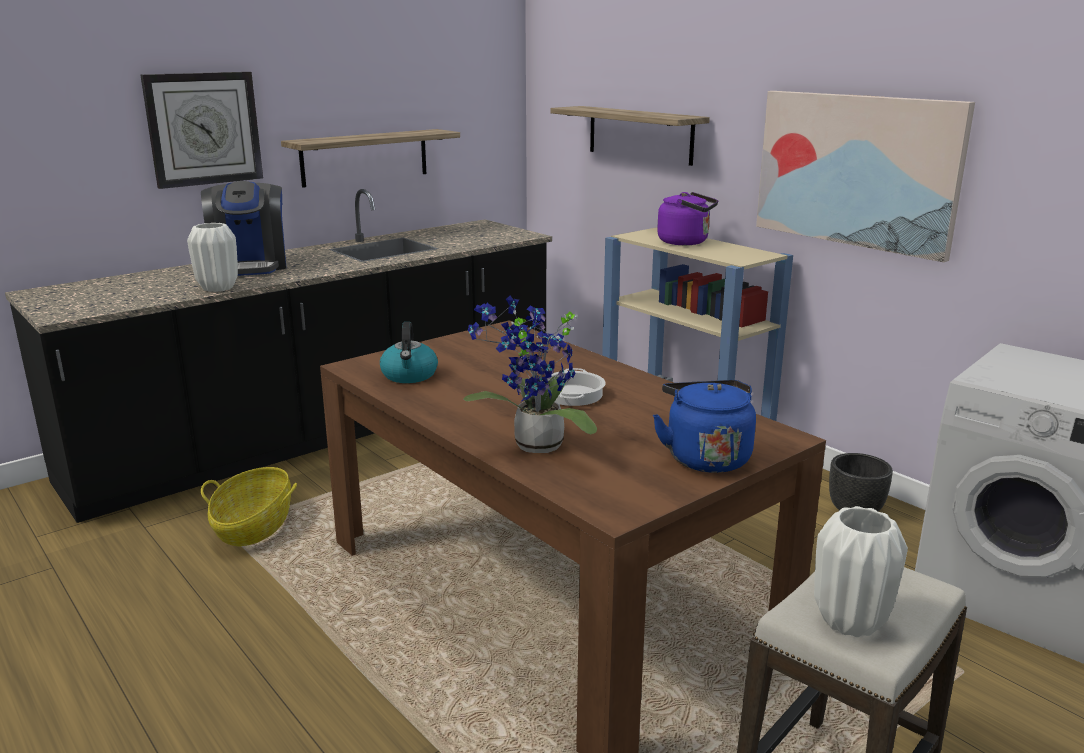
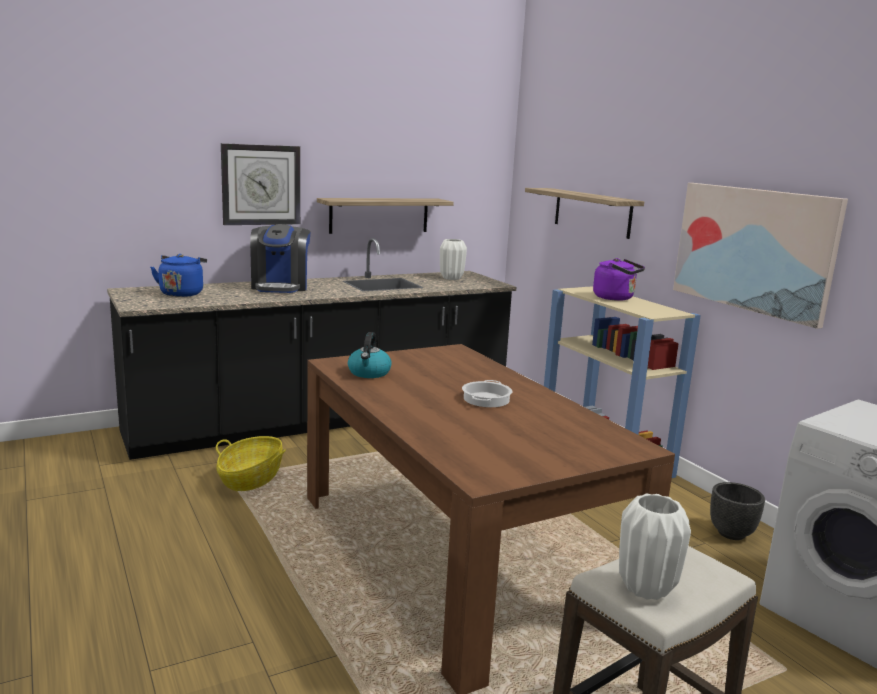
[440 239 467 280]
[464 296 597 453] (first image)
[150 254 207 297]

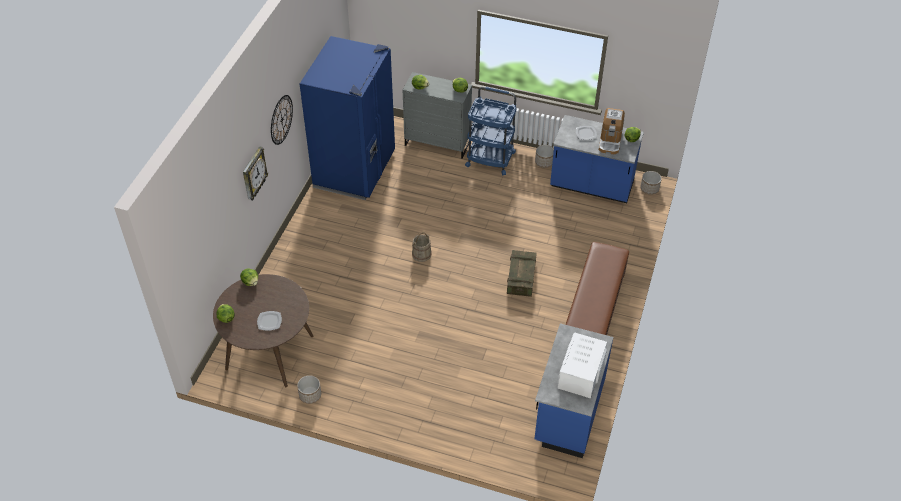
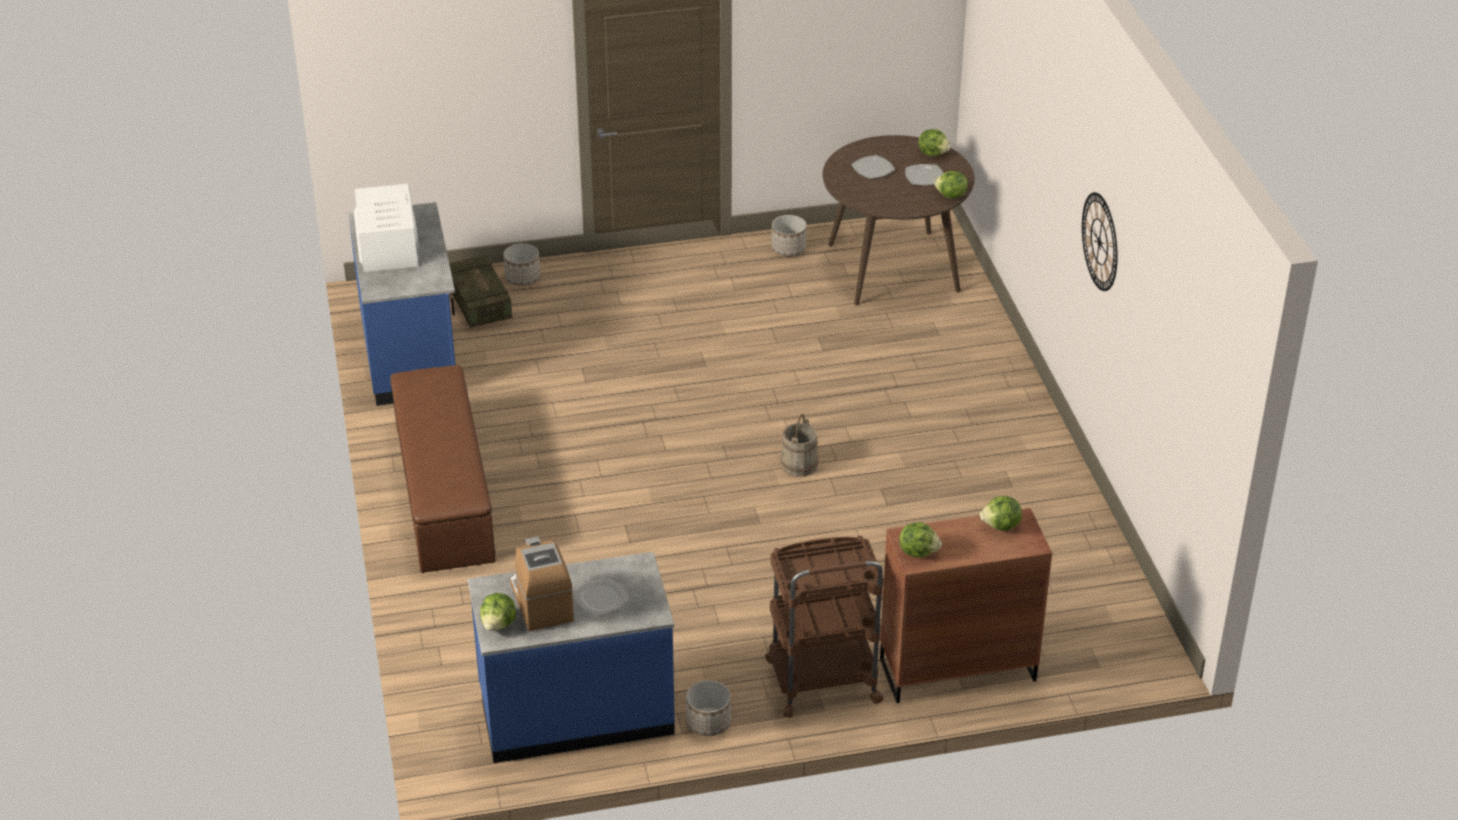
[243 146 268 200] (first image)
[300 36 395 200] (first image)
[880 508 1052 703]
[765 536 883 718]
[449 255 512 328]
[503 244 540 286]
[905 164 944 185]

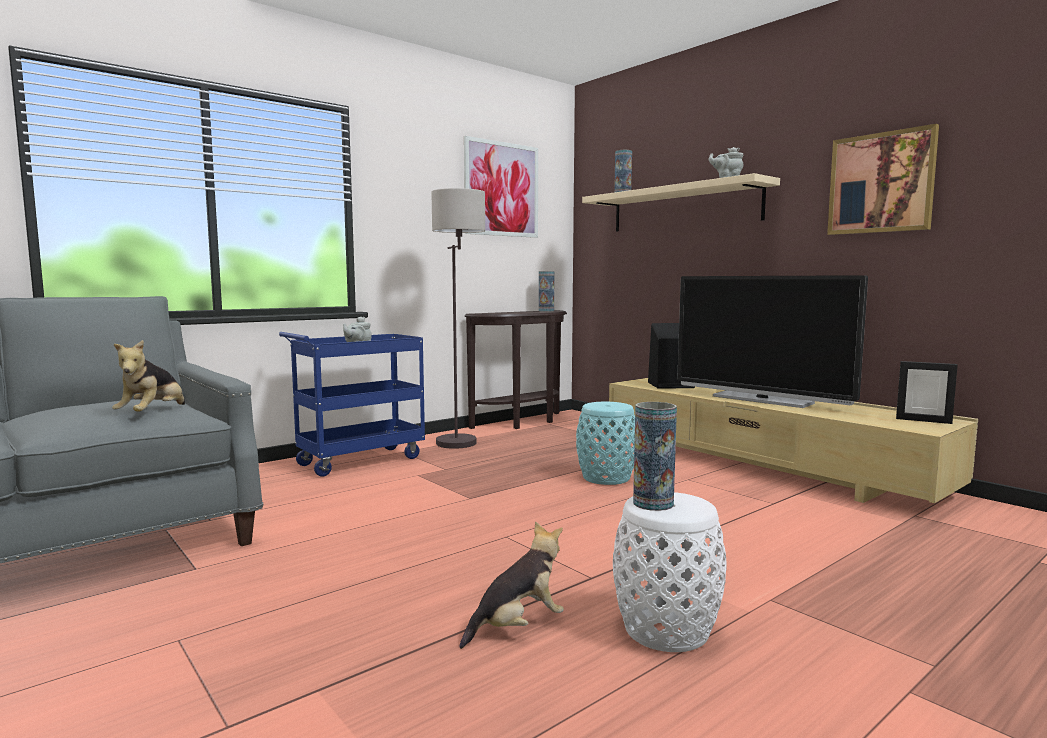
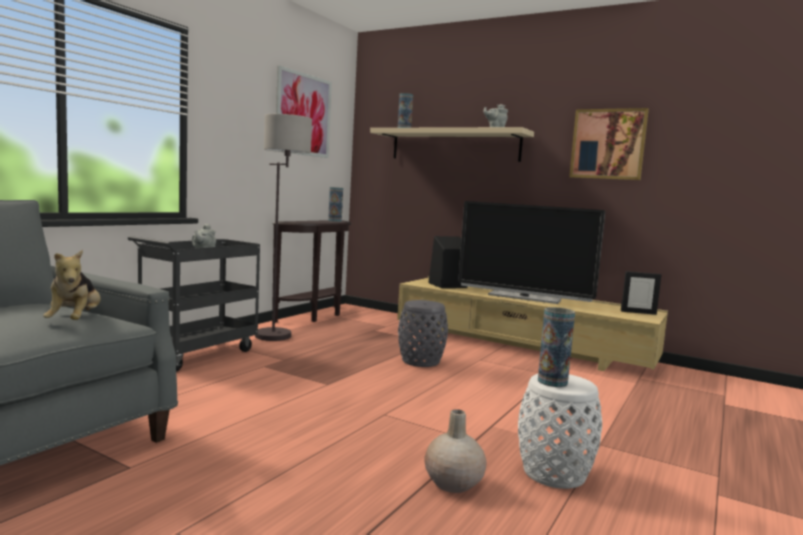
[128 236 260 372]
[424 409 487 493]
[398 300 448 367]

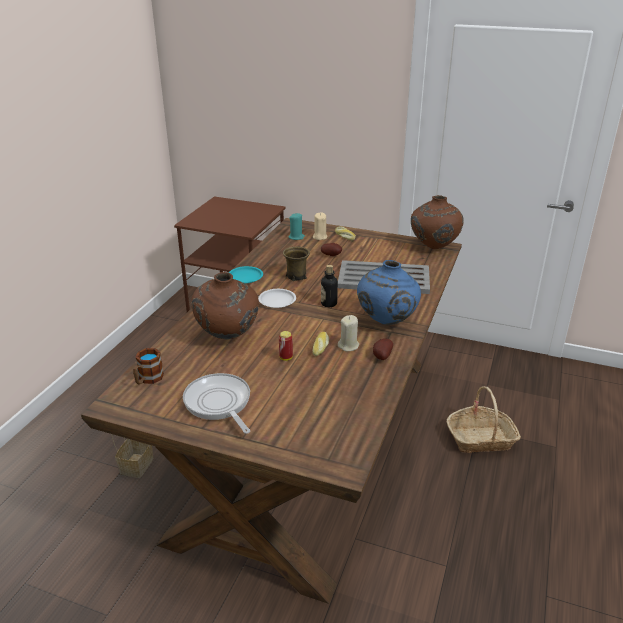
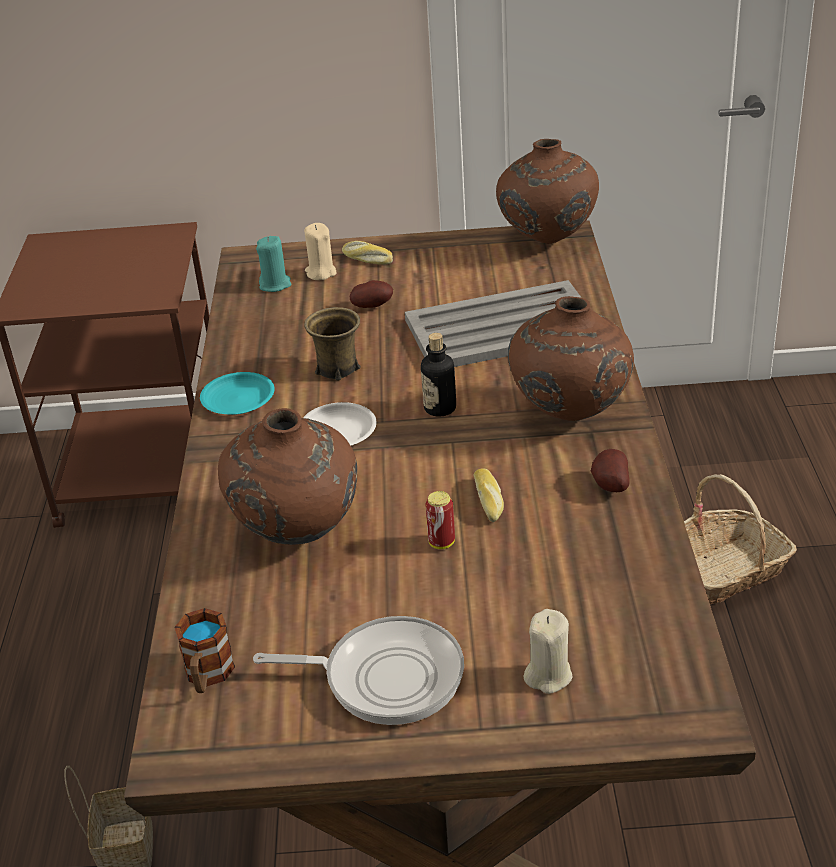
[253 616 464 725]
[523 609 573 694]
[508 296 634 421]

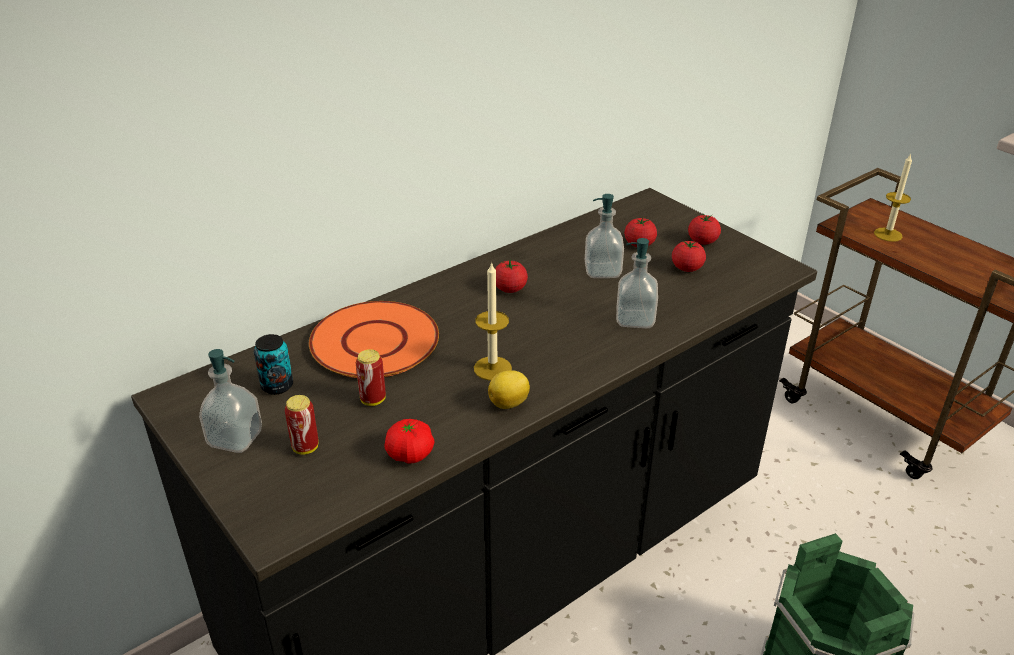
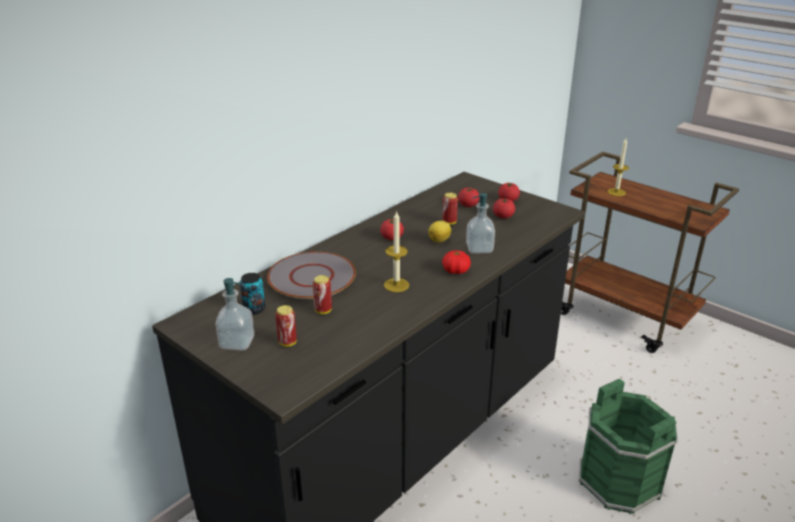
[267 252 356 299]
[442 250 471 274]
[428 221 451 243]
[443 193 458 225]

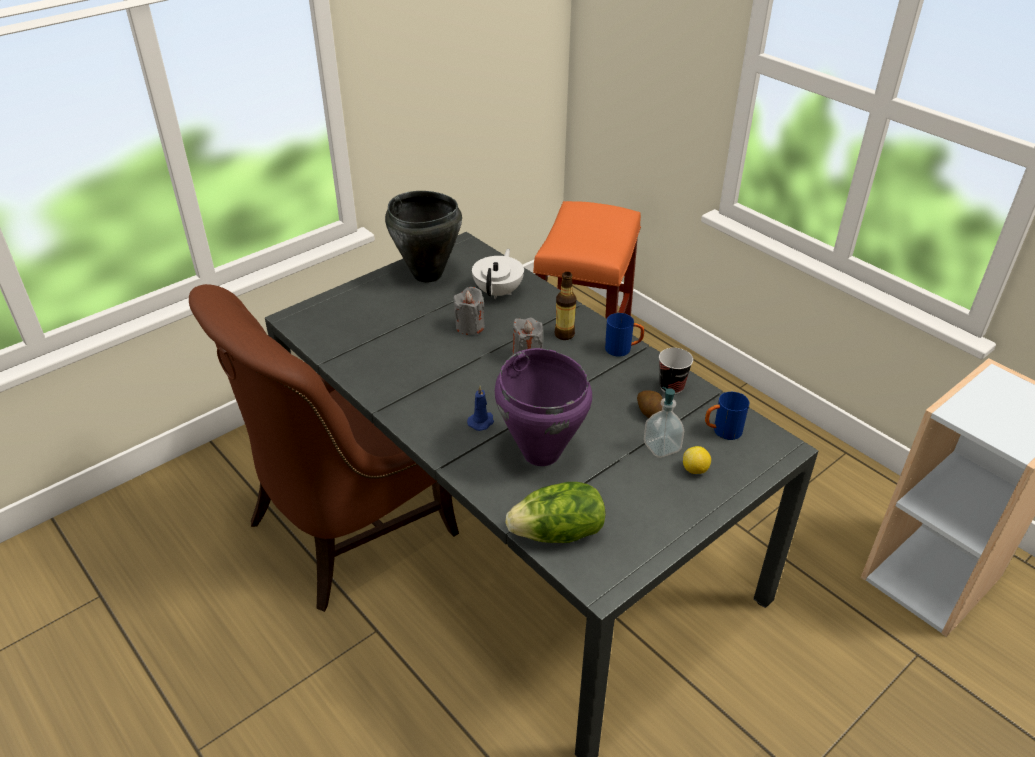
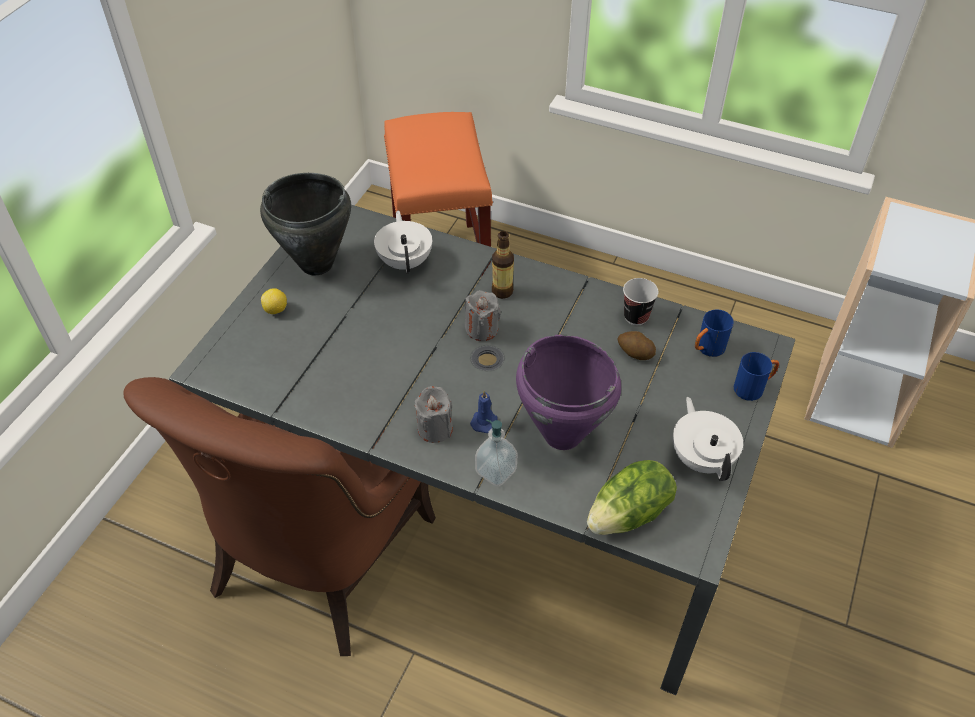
[414 386 453 443]
[734 352 779 401]
[475 419 518 486]
[261 288 287 314]
[673 397 743 481]

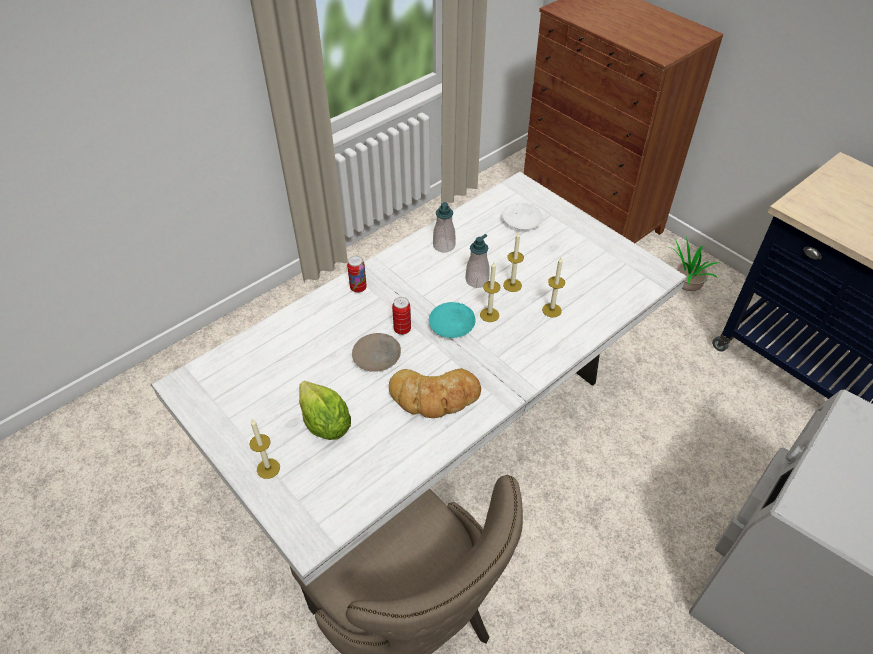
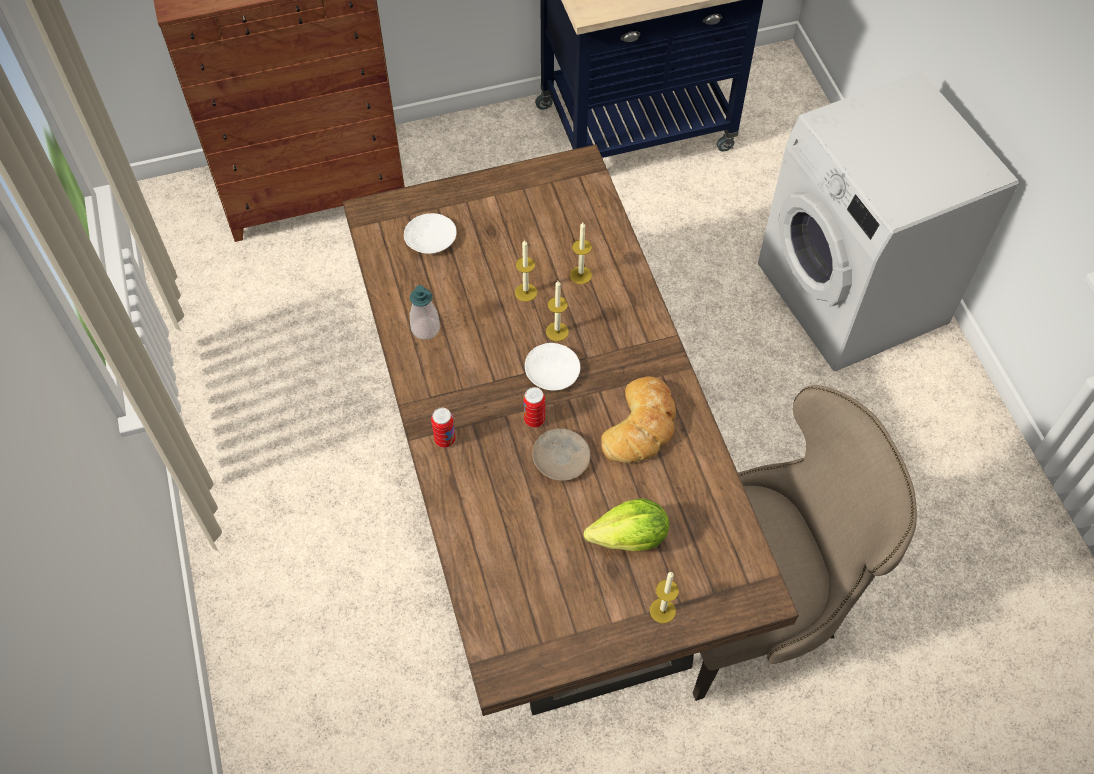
[342 144 799 716]
[525 343 580 391]
[465 234 490 288] (first image)
[669 236 719 291] (first image)

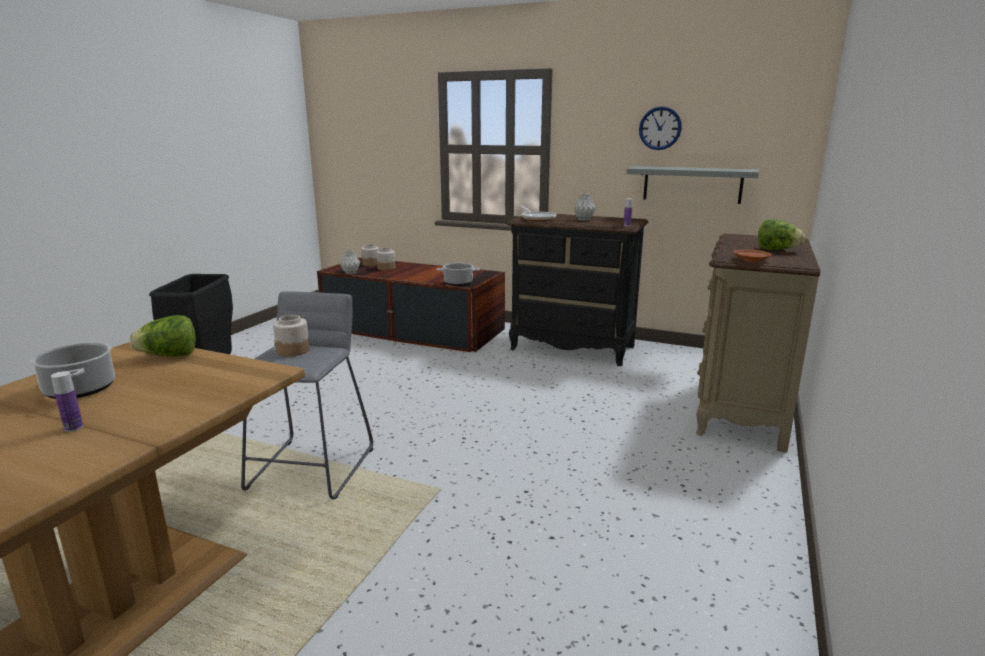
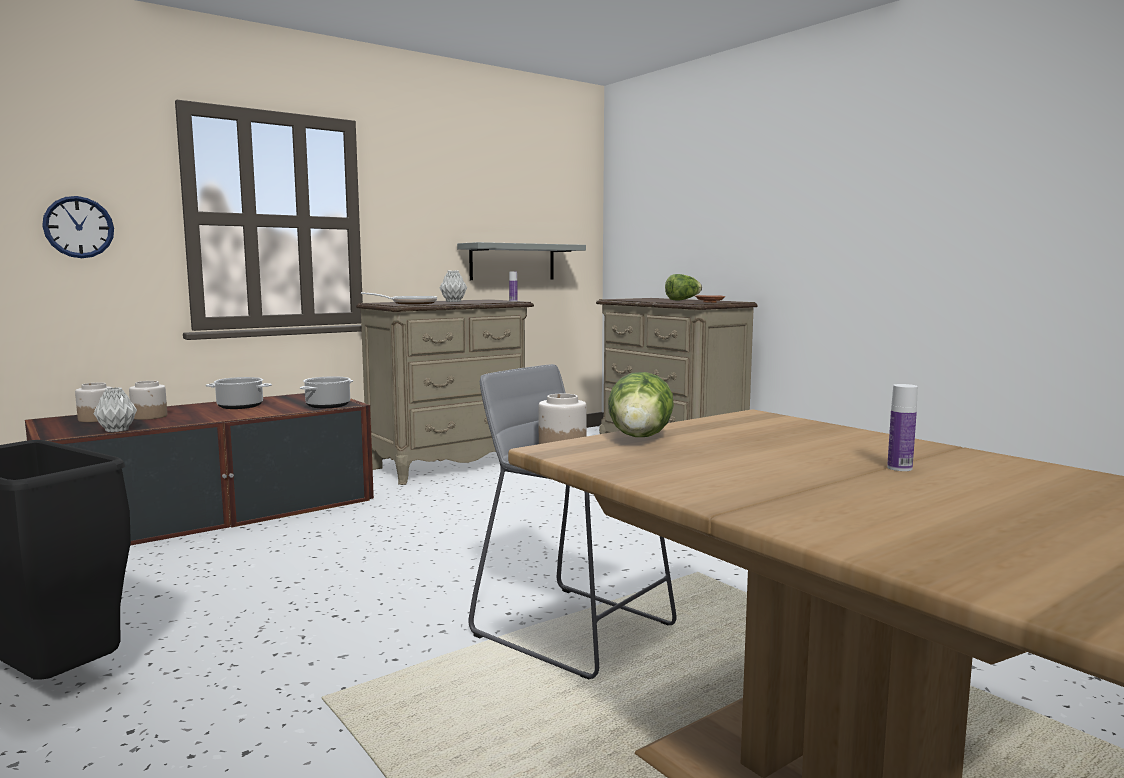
[206 377 272 409]
[356 299 534 485]
[42 196 114 258]

